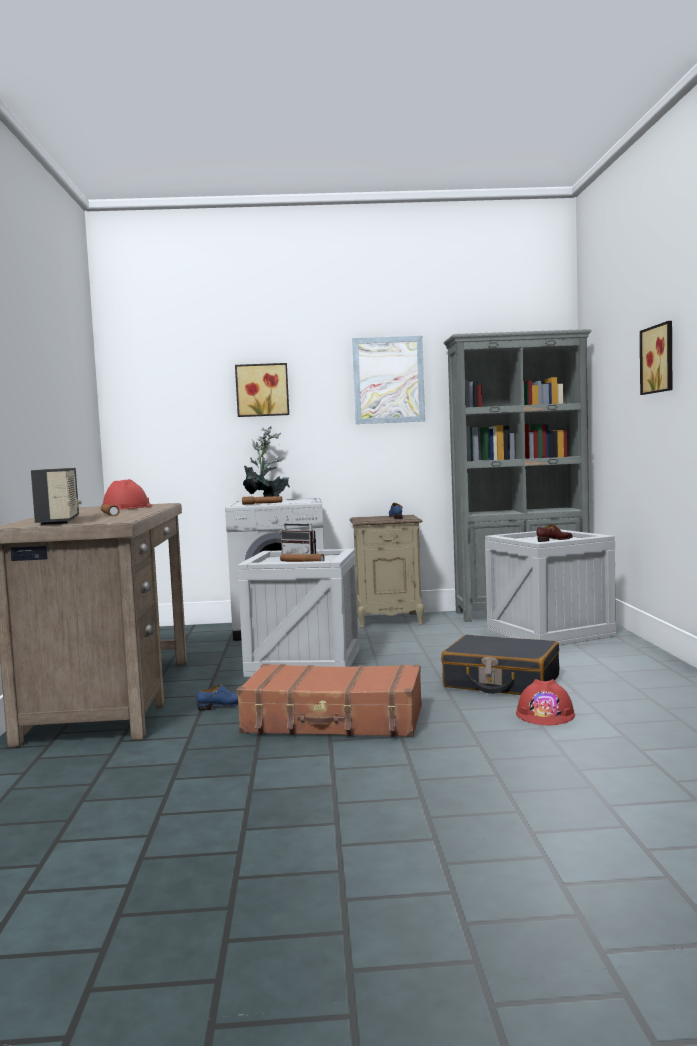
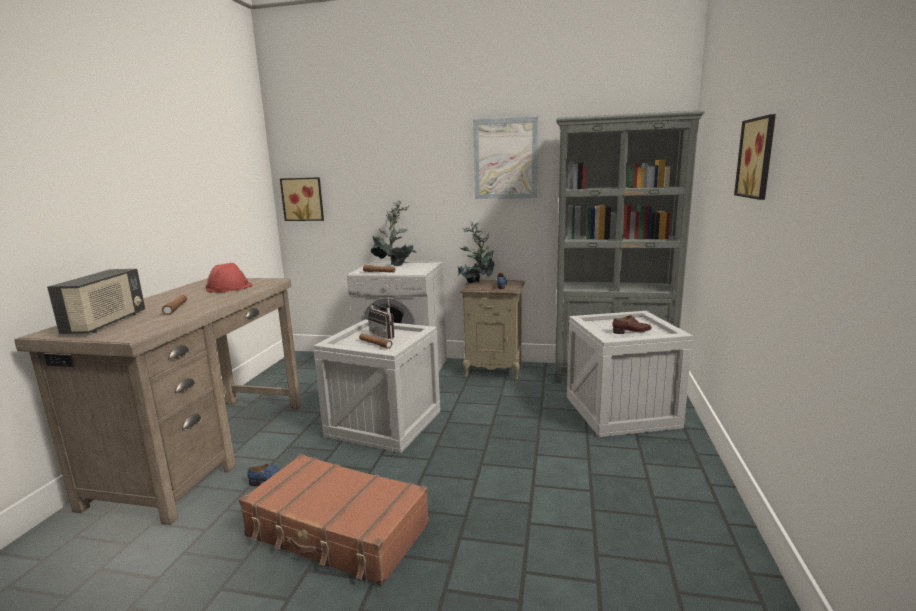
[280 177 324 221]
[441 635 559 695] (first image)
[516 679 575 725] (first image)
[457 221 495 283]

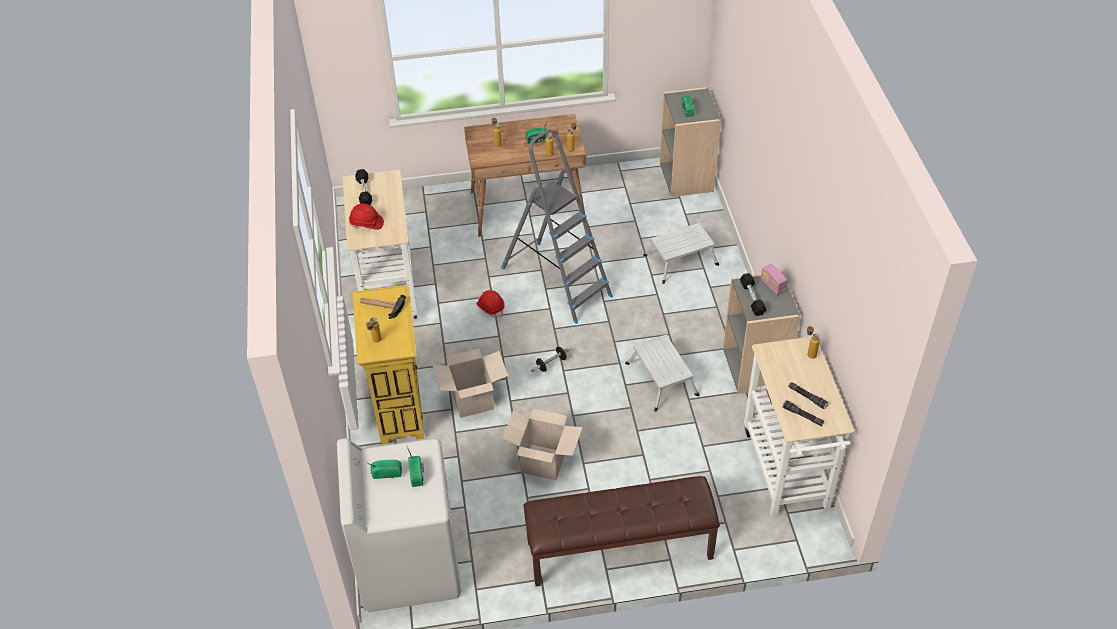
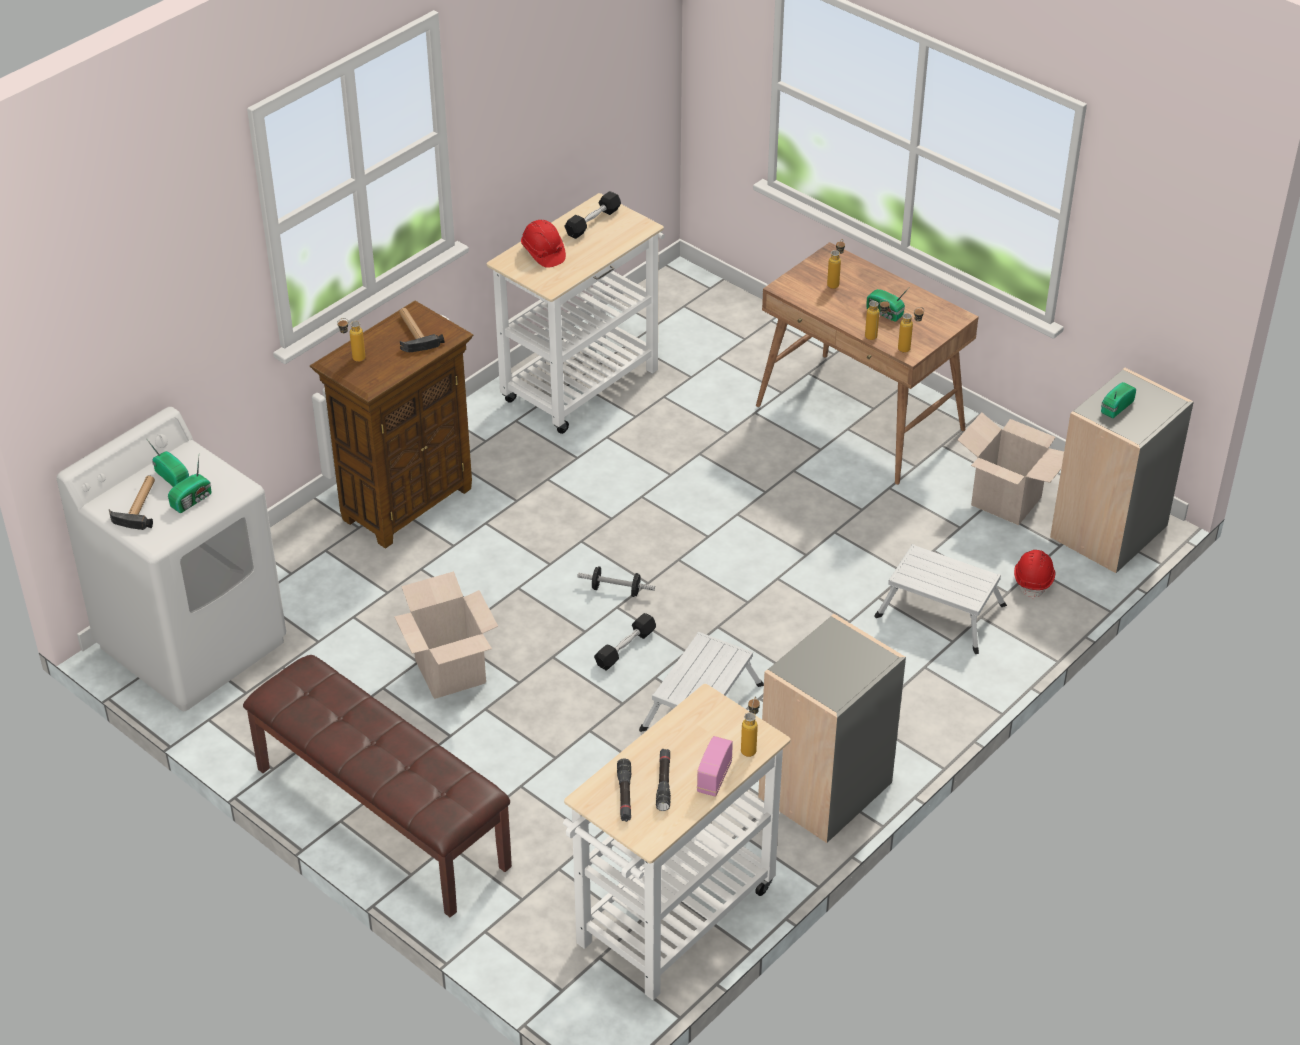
[310 301 474 549]
[957 412 1064 525]
[1014 550 1055 599]
[501 130 613 324] (first image)
[594 613 656 671]
[697 736 733 797]
[109 475 155 530]

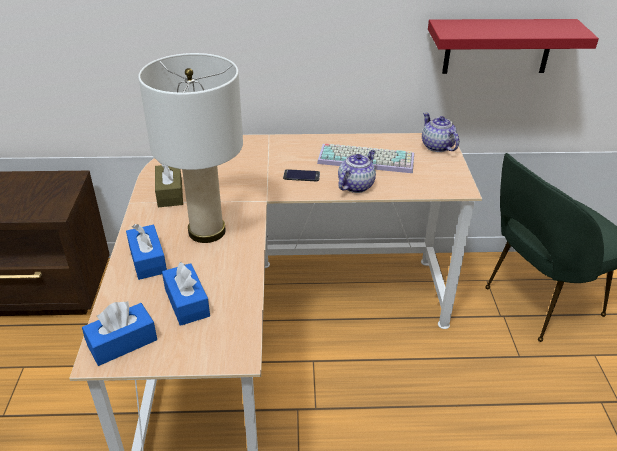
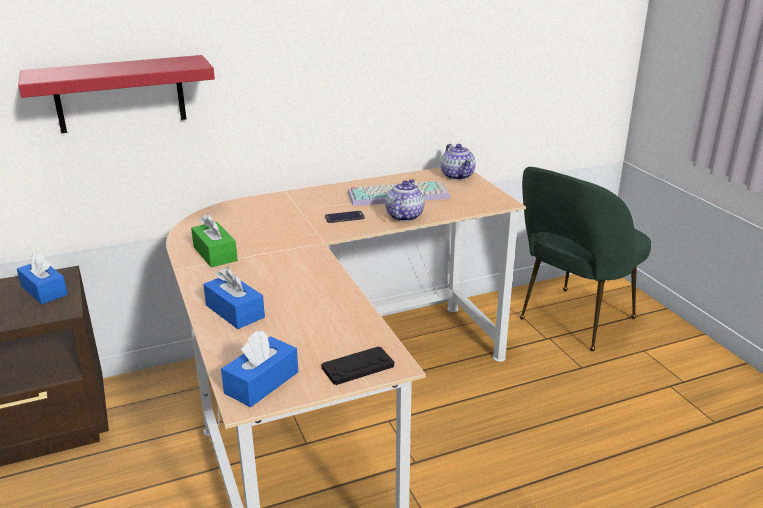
[138 53 243 243] (first image)
[191 214 238 267]
[17 253 68 304]
[441 144 476 180]
[18 55 215 133]
[322 346 394 385]

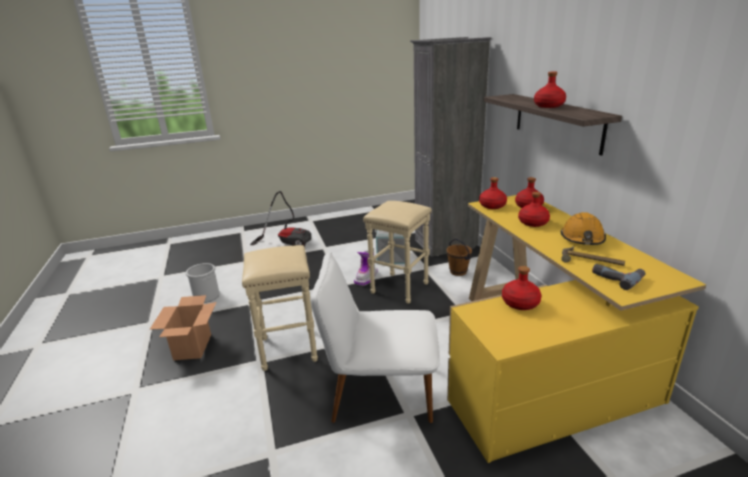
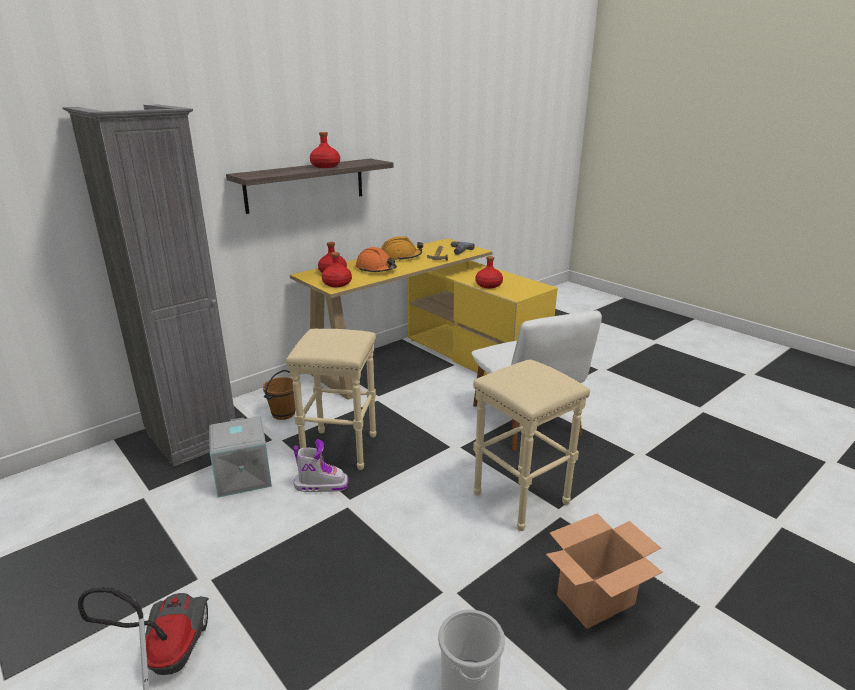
[356 247 397 272]

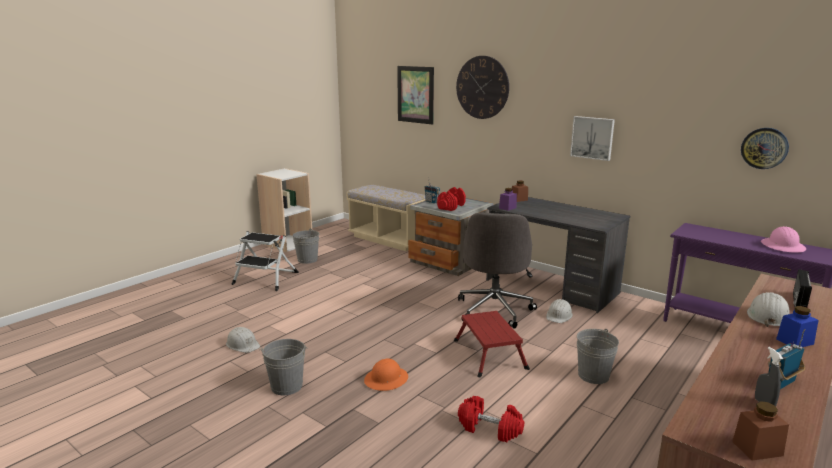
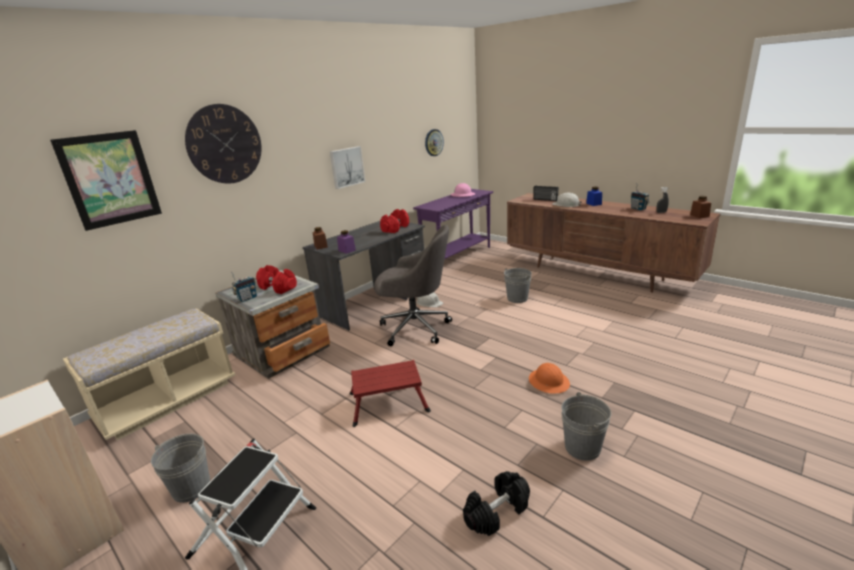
[463 471 530 536]
[350 360 431 427]
[380 209 409 233]

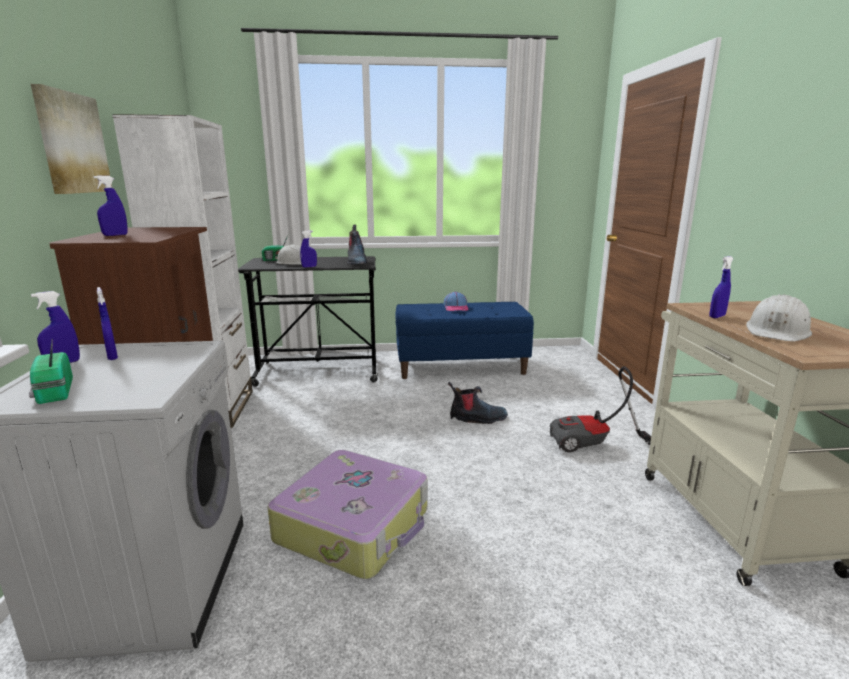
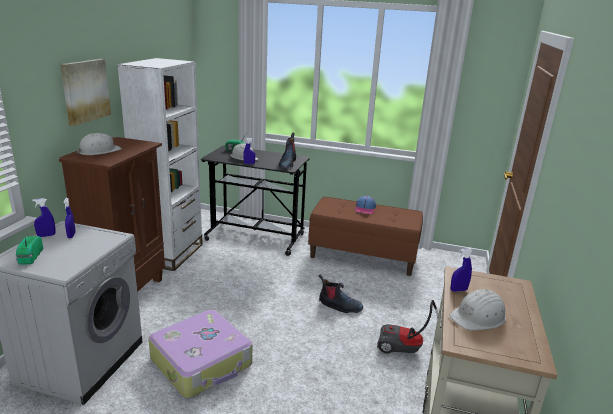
[76 133 122 155]
[308 197 423 276]

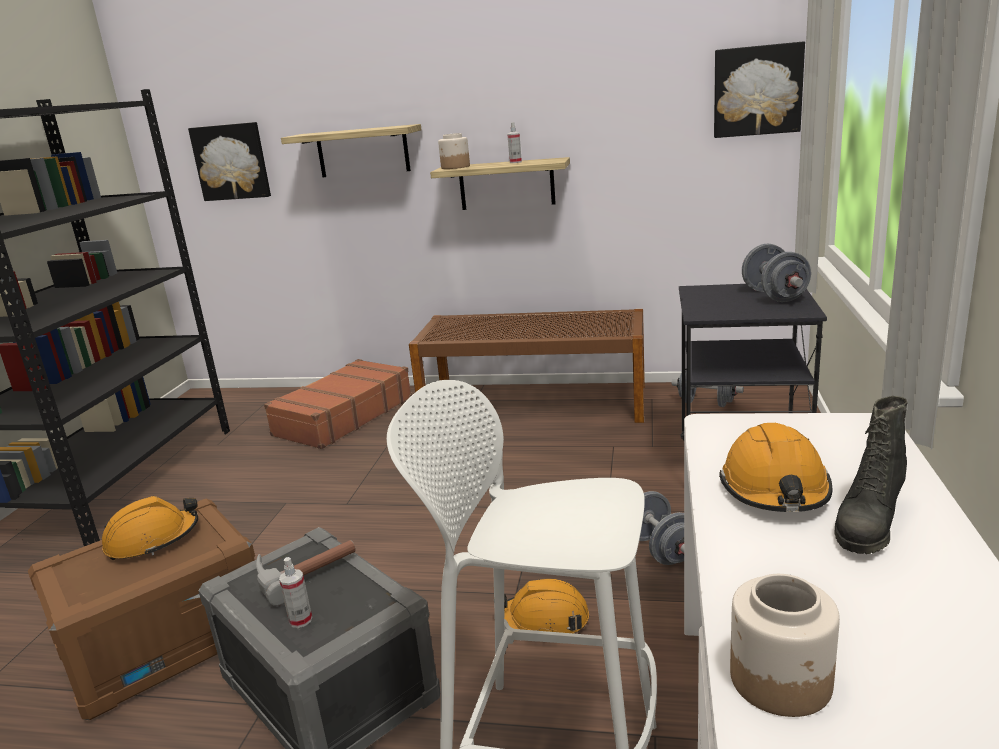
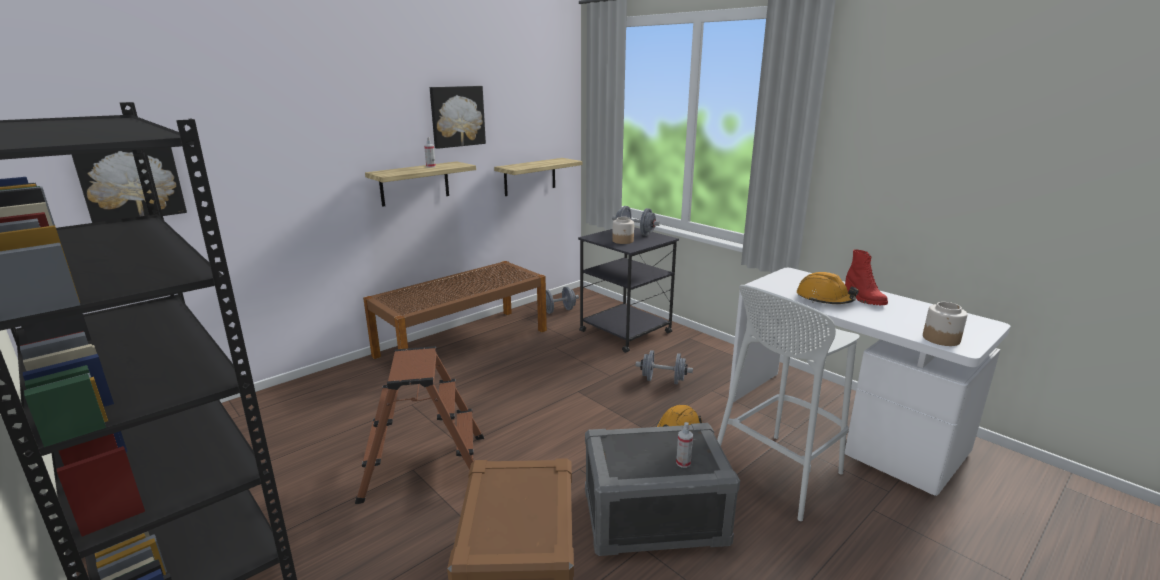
[102 496 198 560] (first image)
[256 540 356 606] (first image)
[264 359 412 449] (first image)
[494 158 583 196]
[612 217 634 244]
[430 86 486 149]
[845 249 888 305]
[355 346 484 504]

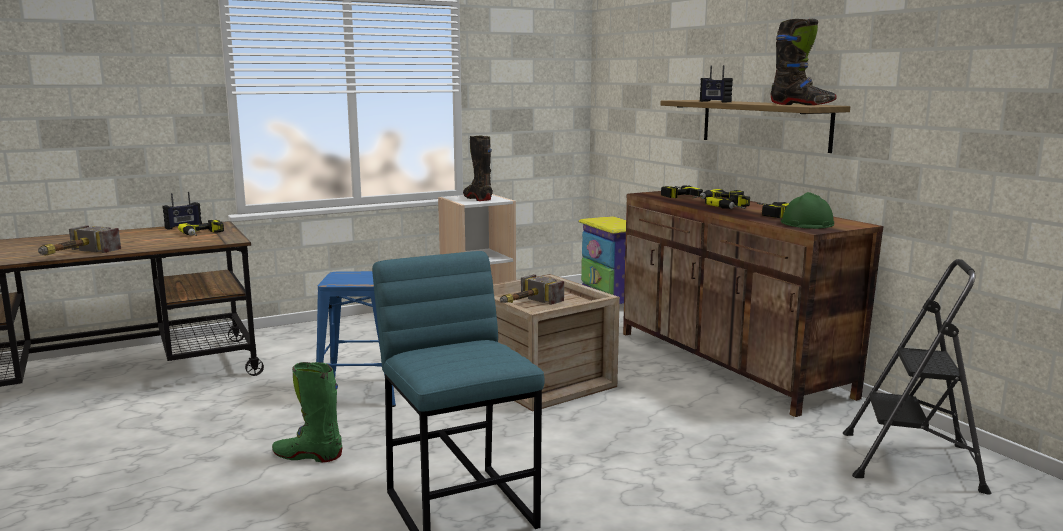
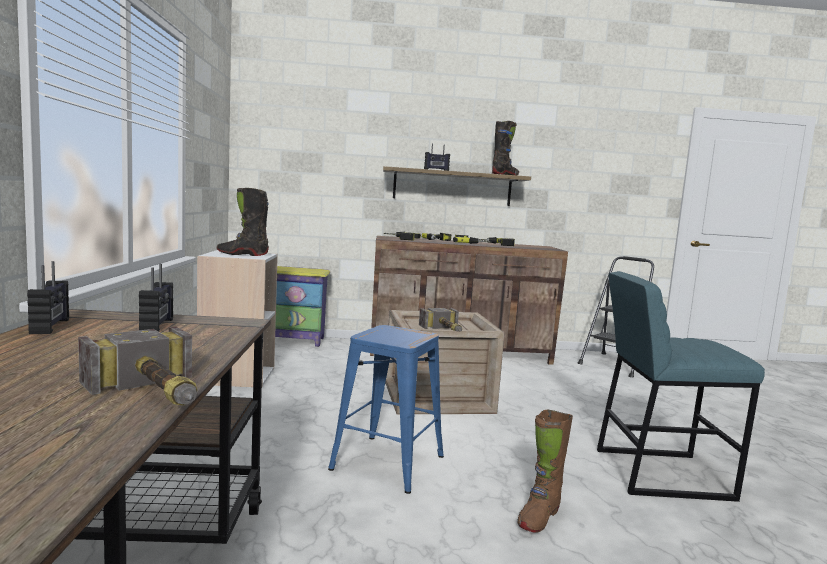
[139 264 173 332]
[517 409 573 533]
[781 192 834 229] (first image)

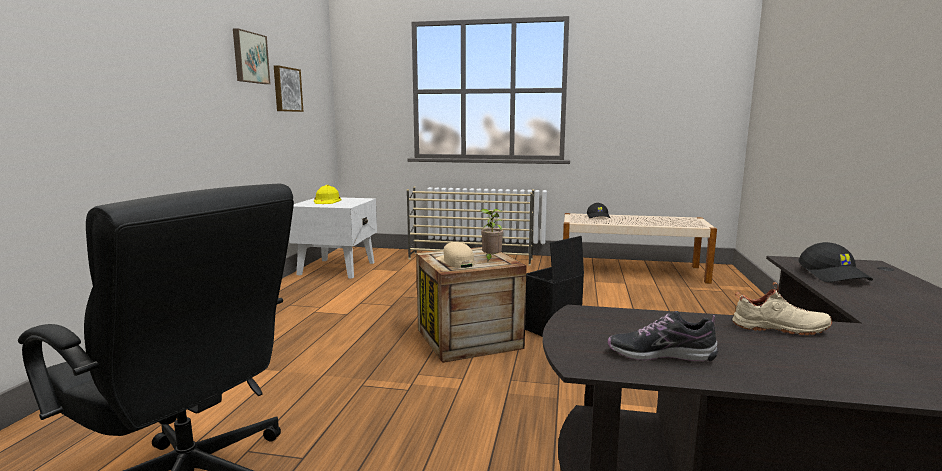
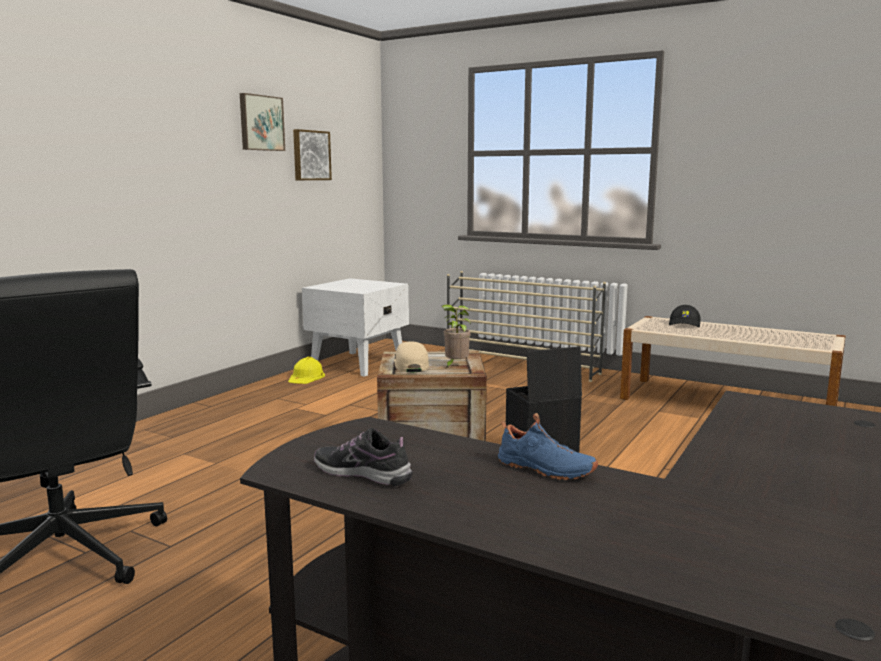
[288 357 325 384]
[498 413 598 480]
[799 242 873 282] (first image)

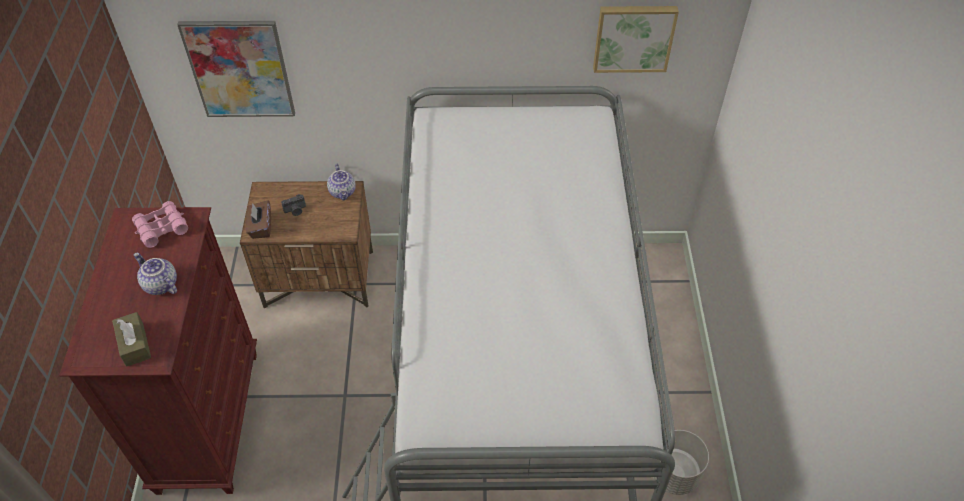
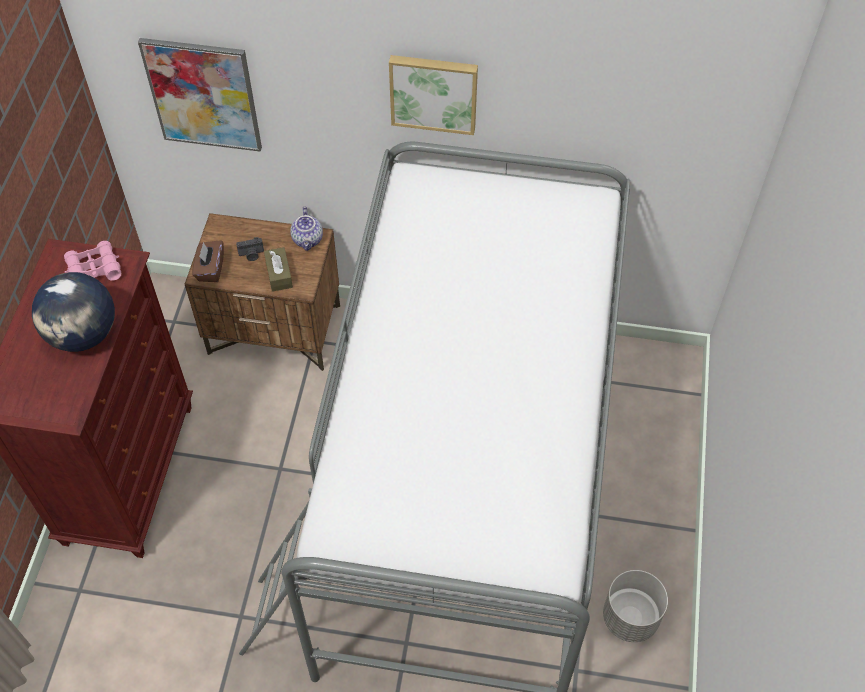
[264 247 293 292]
[32 272 115 352]
[389 55 478 135]

